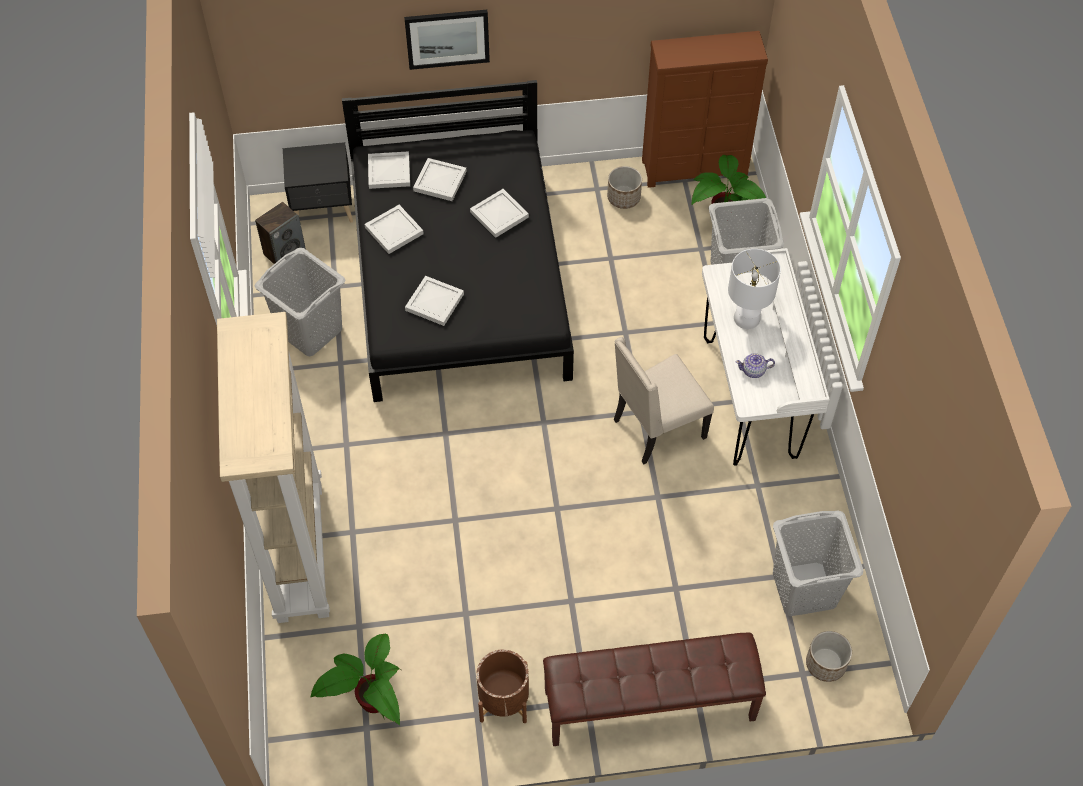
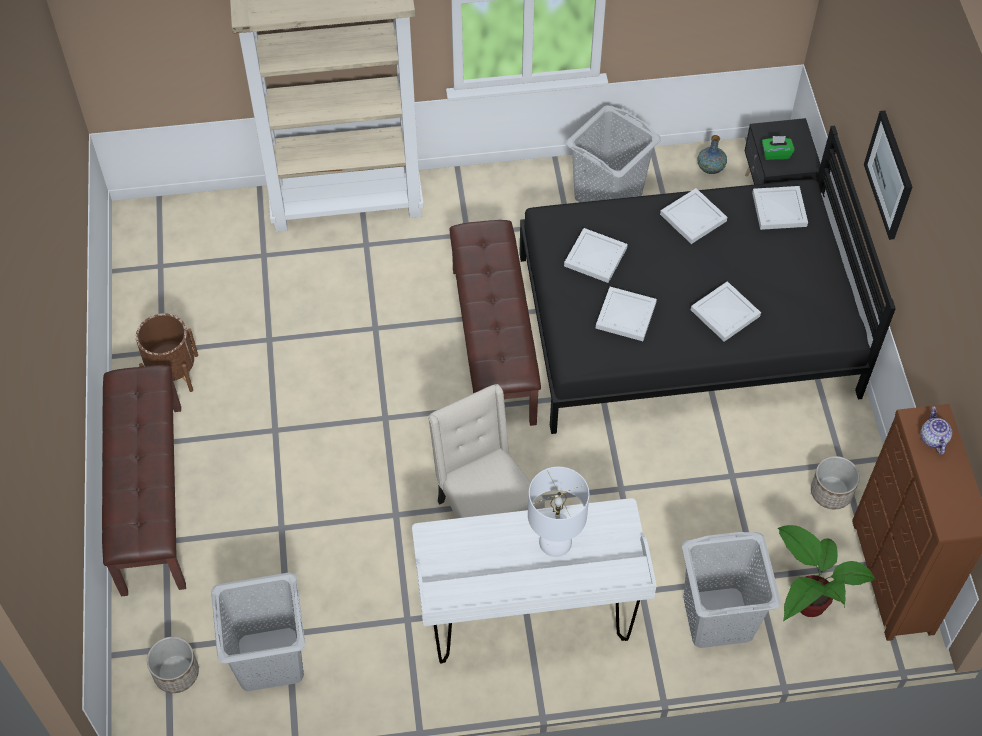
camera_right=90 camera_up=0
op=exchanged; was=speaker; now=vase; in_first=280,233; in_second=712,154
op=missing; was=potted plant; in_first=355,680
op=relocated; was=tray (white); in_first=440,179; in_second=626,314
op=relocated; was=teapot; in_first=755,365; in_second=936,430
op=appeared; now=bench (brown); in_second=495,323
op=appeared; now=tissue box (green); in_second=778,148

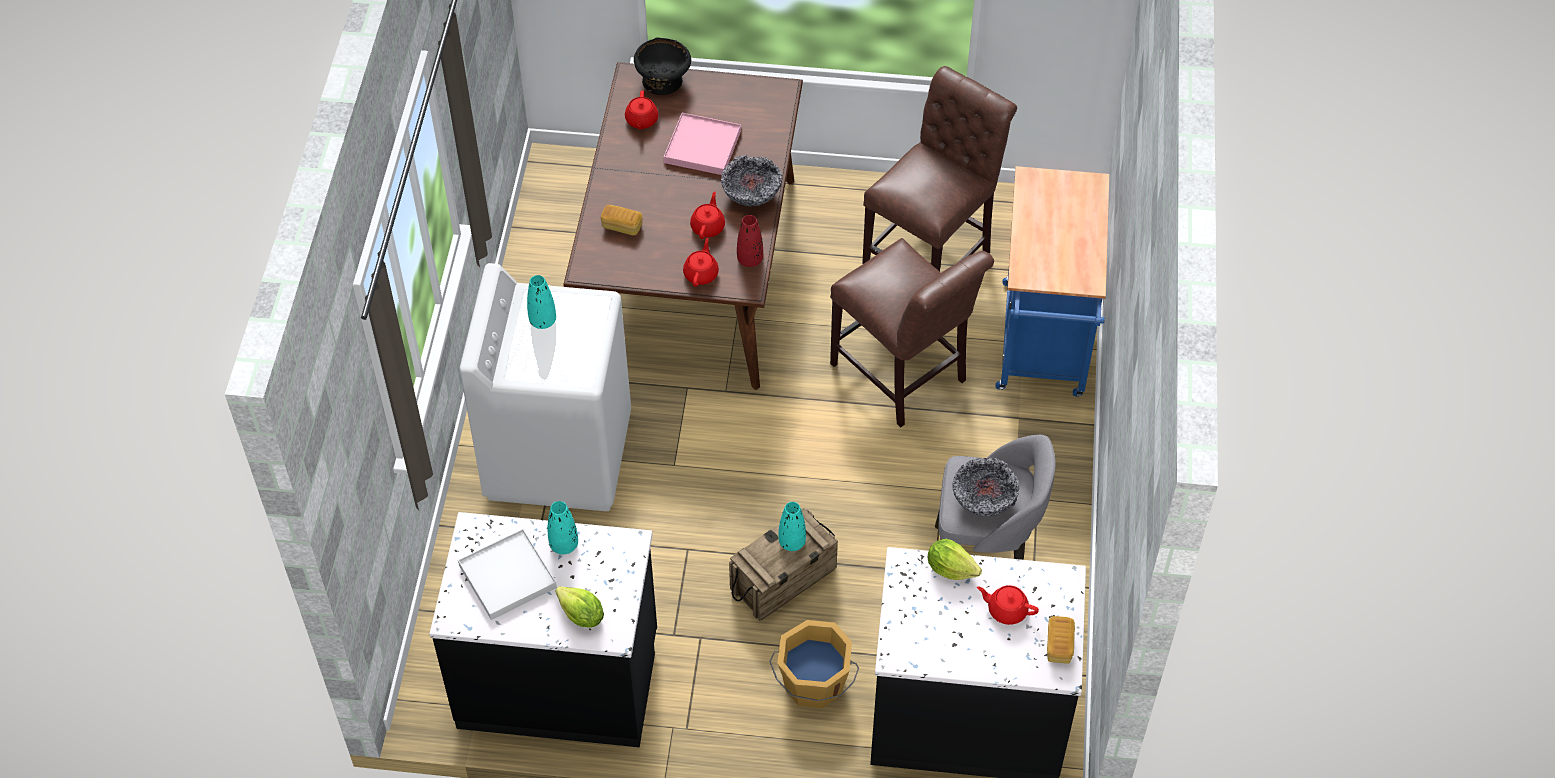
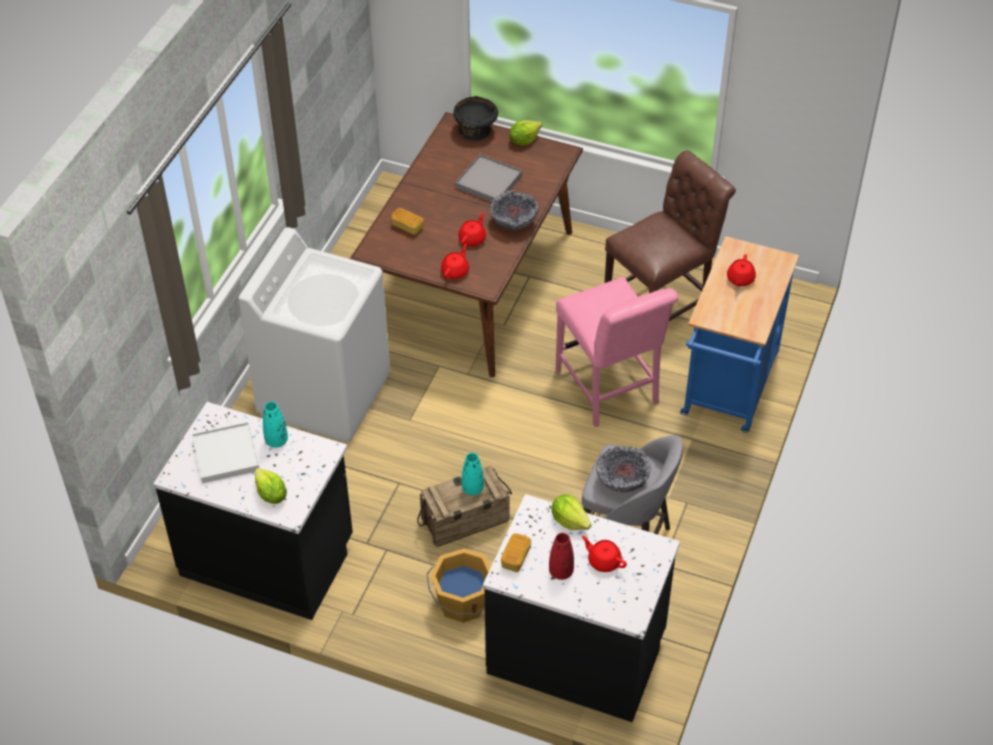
camera_right=15 camera_up=-5
op=missing; was=vase (turquoise); in_first=541,302
op=relocated; was=teapot (red); in_first=641,110; in_second=741,270
op=colour; was=tray (pink); now=tray (grey); in_first=702,144; in_second=488,178
op=relocated; was=vase (red); in_first=750,241; in_second=561,556
op=colour; was=chair (brown); now=chair (pink); in_first=912,332; in_second=617,352
op=relocated; was=bread; in_first=1061,640; in_second=516,552
op=appeared; now=lettuce; in_second=525,133

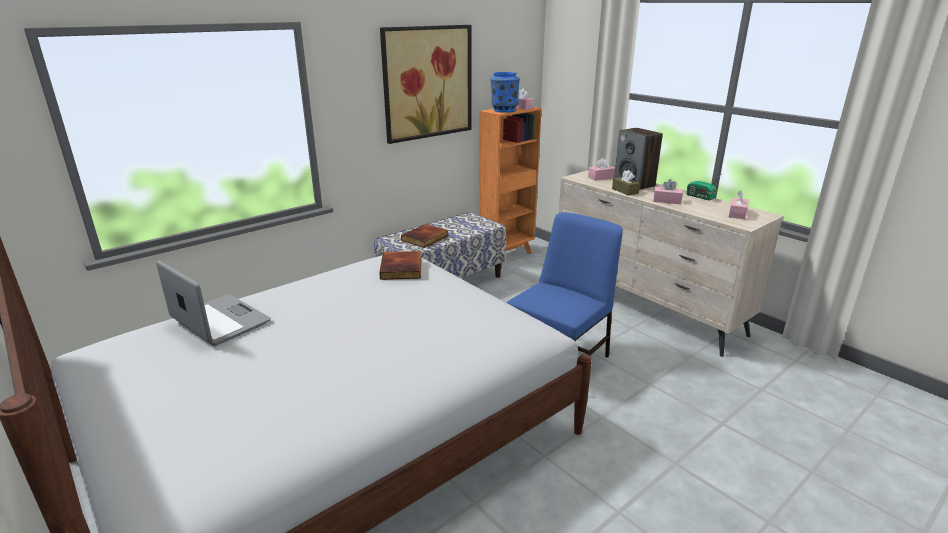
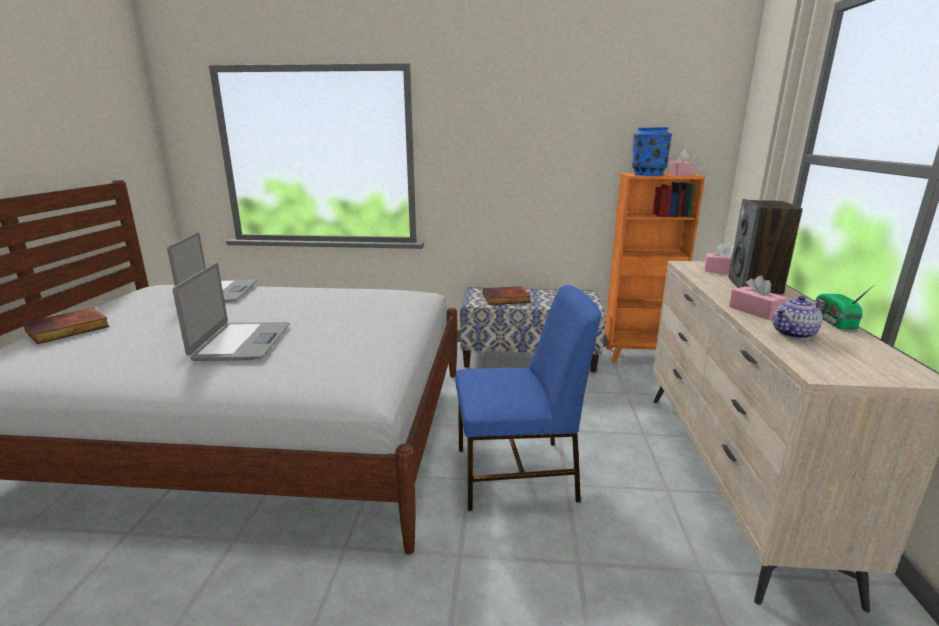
camera_right=45 camera_up=-5
op=relocated; was=book; in_first=400,265; in_second=66,326
op=missing; was=picture; in_first=426,84
op=missing; was=tissue box (brown); in_first=626,183
op=missing; was=tissue box (pink); in_first=739,205
op=appeared; now=laptop; in_second=231,312
op=appeared; now=teapot; in_second=797,317

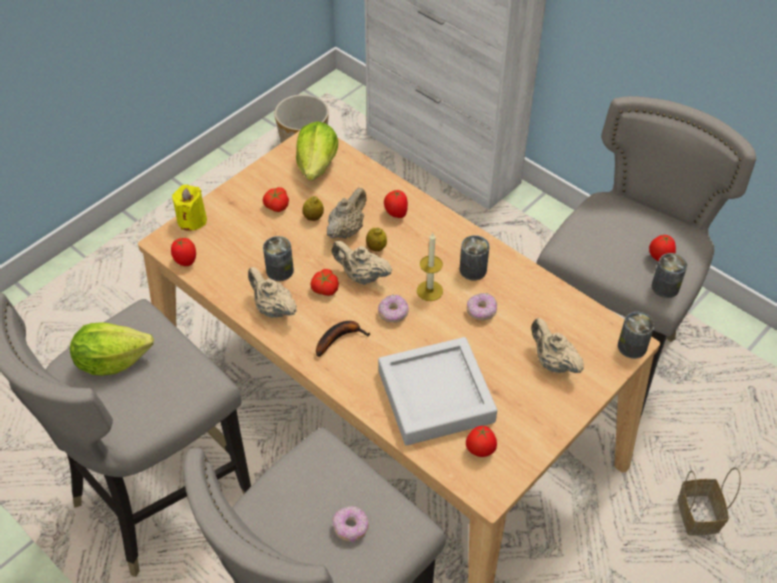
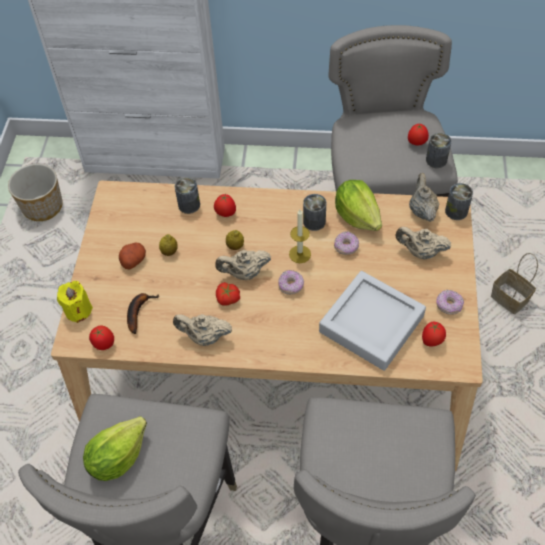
camera_right=-35 camera_up=5
op=exchanged; was=tomato; now=potato; in_first=276,199; in_second=132,255
op=relocated; was=can; in_first=278,258; in_second=187,195
op=relocated; was=lettuce; in_first=317,151; in_second=358,205
op=relocated; was=banana; in_first=343,339; in_second=143,313
op=relocated; was=teapot (beige); in_first=347,213; in_second=424,197
op=relocated; was=donut; in_first=351,524; in_second=450,302

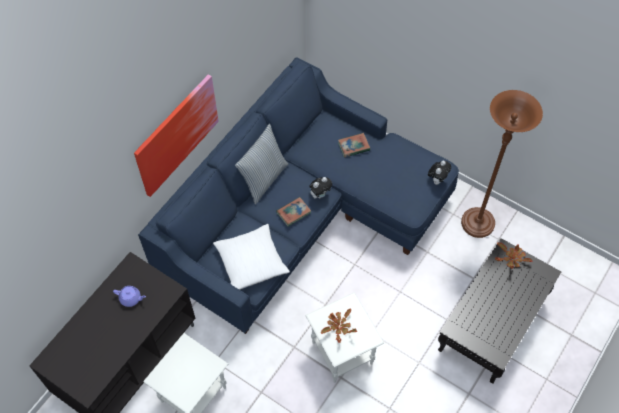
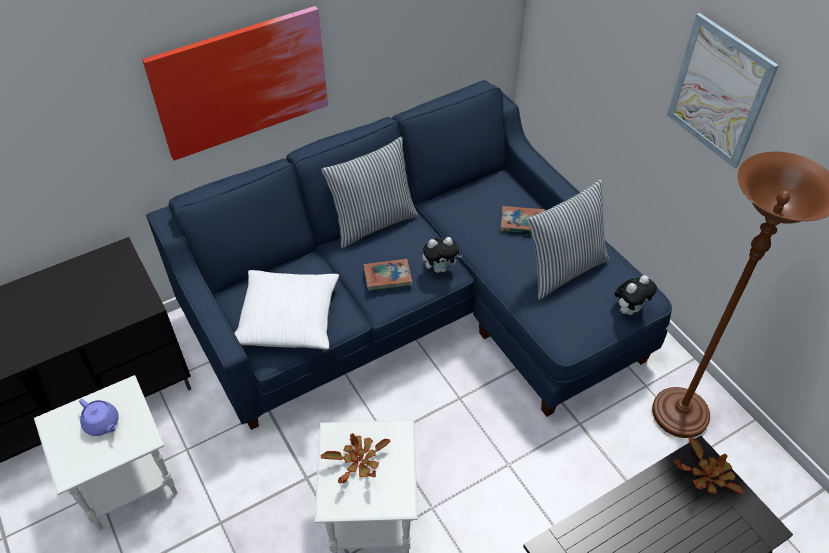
camera_right=25 camera_up=-10
op=relocated; was=teapot (purple); in_first=129,296; in_second=99,417
op=appeared; now=pillow; in_second=568,239
op=appeared; now=picture; in_second=723,91

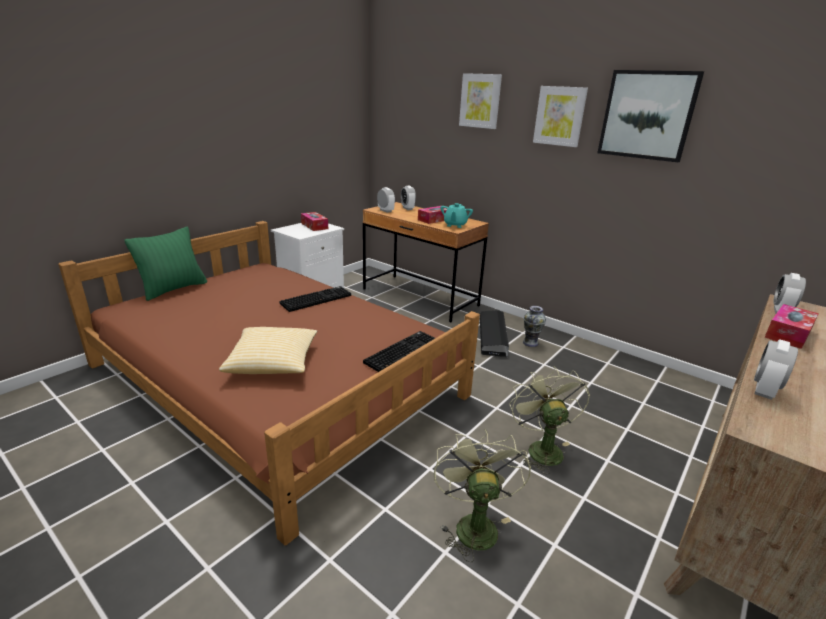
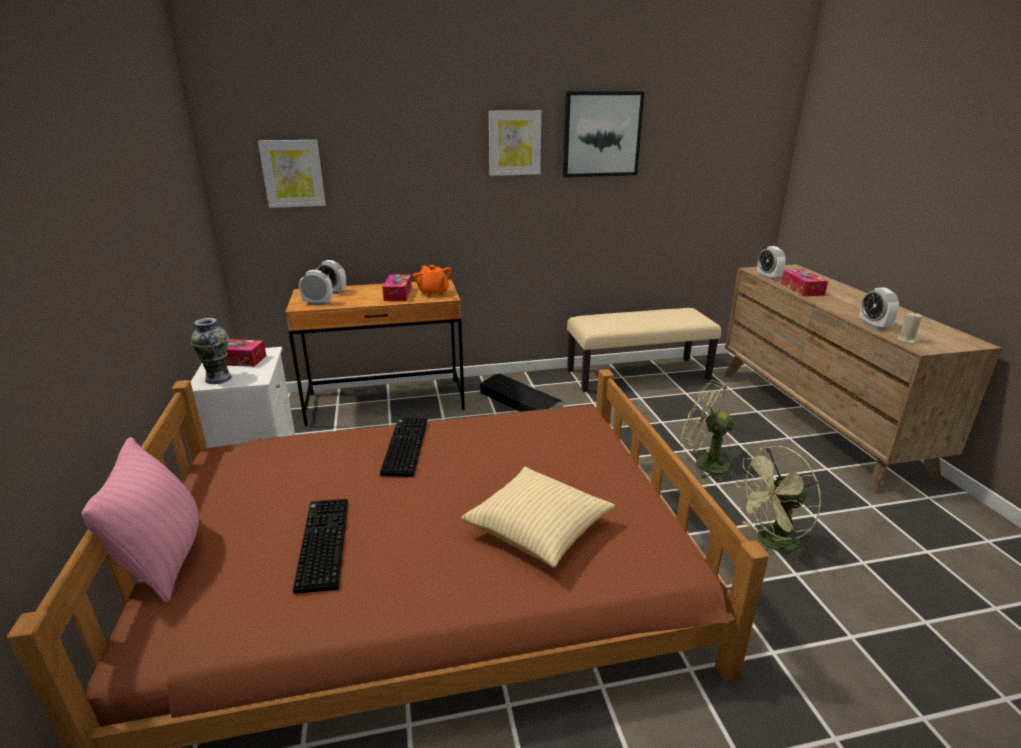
camera_right=-50 camera_up=0
op=colour; was=pillow (green); now=pillow (pink); in_first=166,264; in_second=140,520
op=relocated; was=keyboard; in_first=399,351; in_second=320,546
op=spun; was=fan (green); in_first=482,495; in_second=778,503; clockwise=-60
op=colour; was=teapot (turquoise); now=teapot (orange); in_first=456,215; in_second=432,281
op=relocated; was=picture; in_first=480,101; in_second=292,174
op=relocated; was=vase; in_first=534,326; in_second=211,351
op=appeared; now=bench (beige); in_second=644,350
op=appeared; now=candle (beige); in_second=909,328

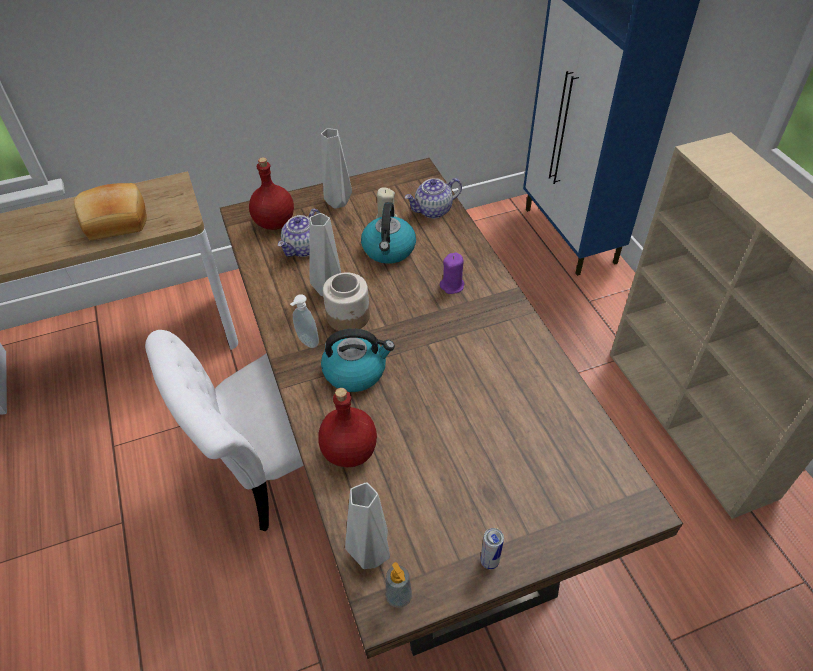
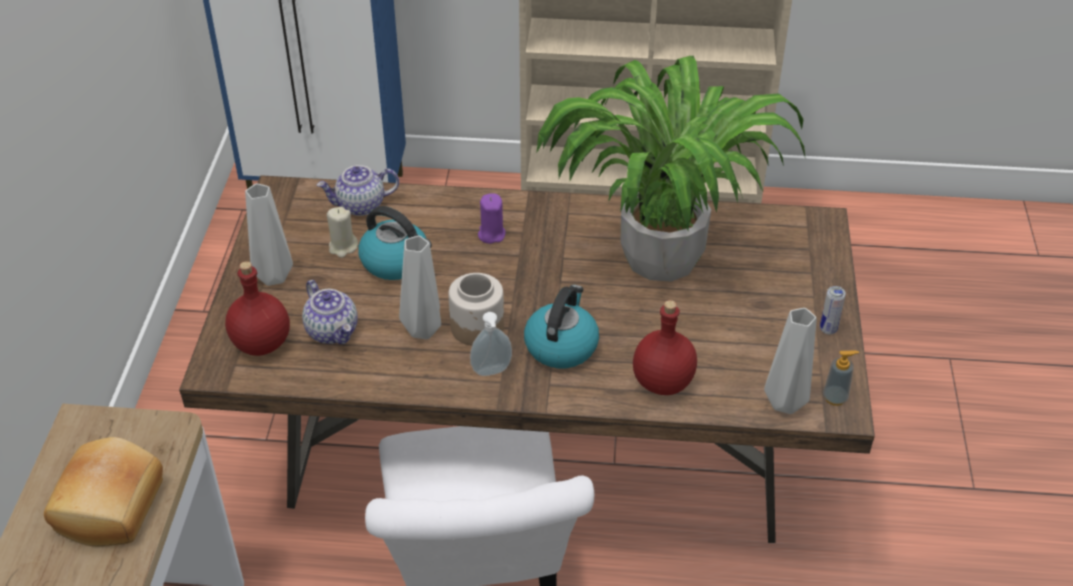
camera_right=-65 camera_up=-5
op=spun; was=teapot; in_first=433,198; in_second=358,190; clockwise=75
op=appeared; now=potted plant; in_second=670,169

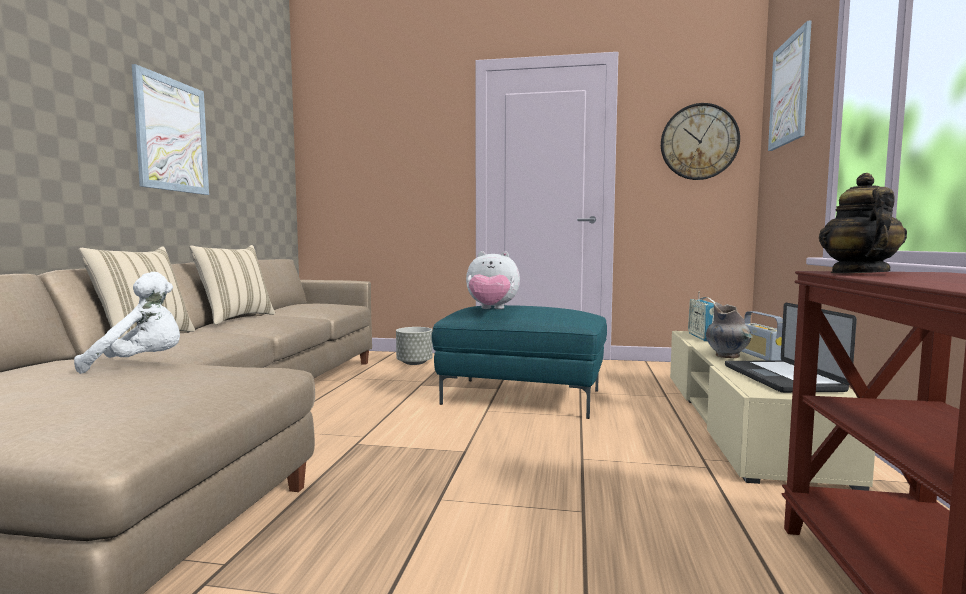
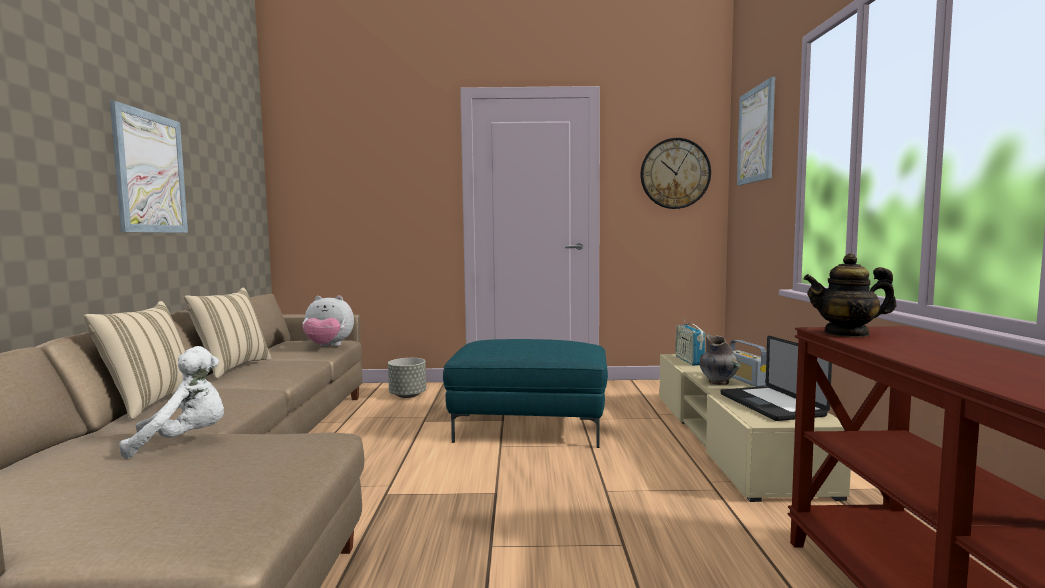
camera_right=-10 camera_up=0
op=relocated; was=plush toy; in_first=493,280; in_second=328,320
op=spun; was=teapot; in_first=863,223; in_second=850,295; clockwise=-90

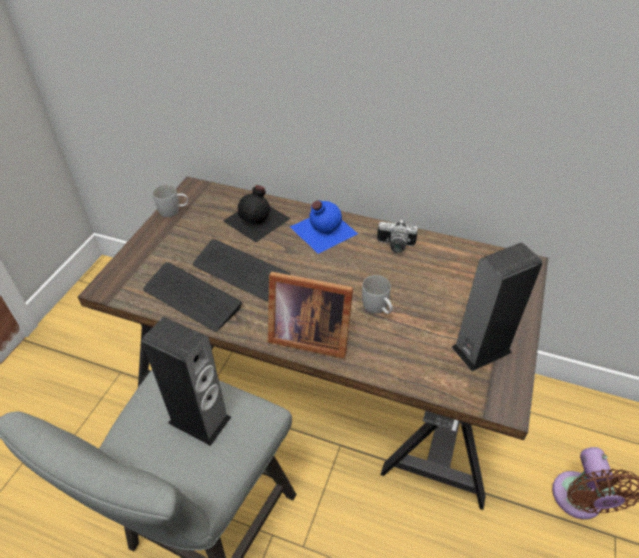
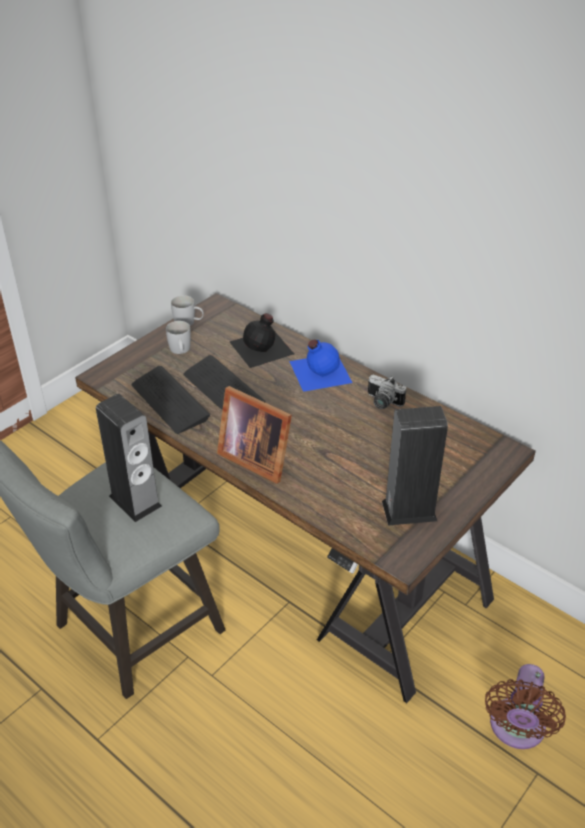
camera_right=20 camera_up=-5
op=relocated; was=mug (white); in_first=377,294; in_second=178,337

